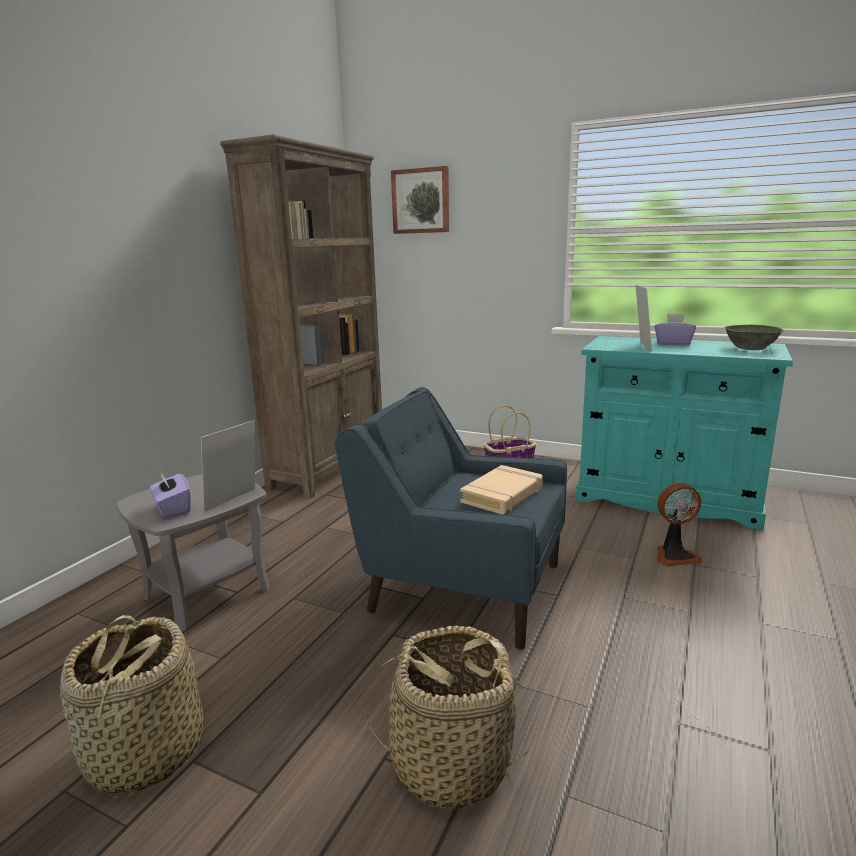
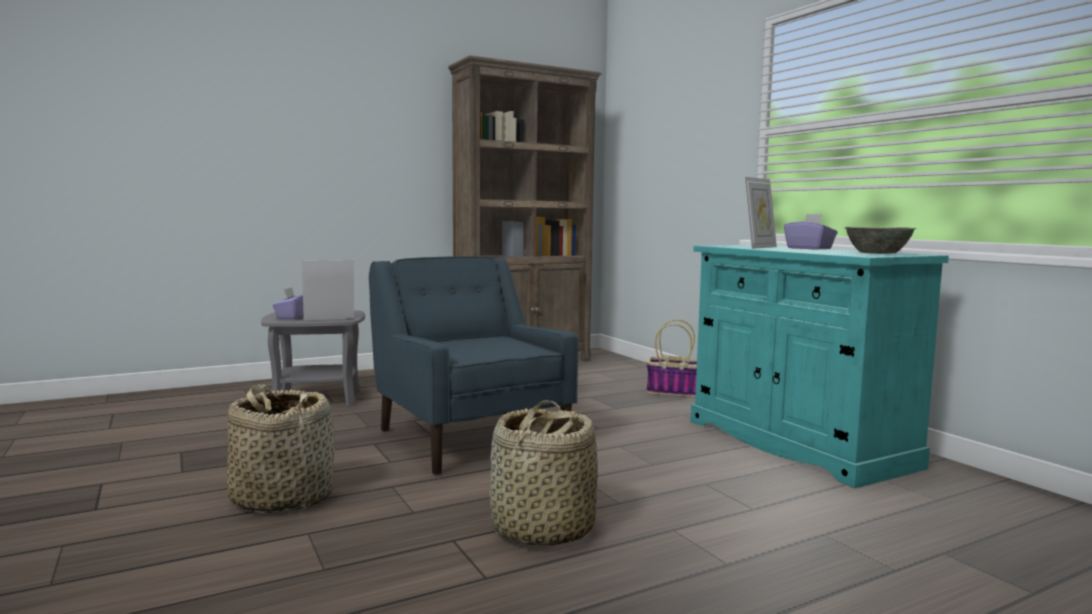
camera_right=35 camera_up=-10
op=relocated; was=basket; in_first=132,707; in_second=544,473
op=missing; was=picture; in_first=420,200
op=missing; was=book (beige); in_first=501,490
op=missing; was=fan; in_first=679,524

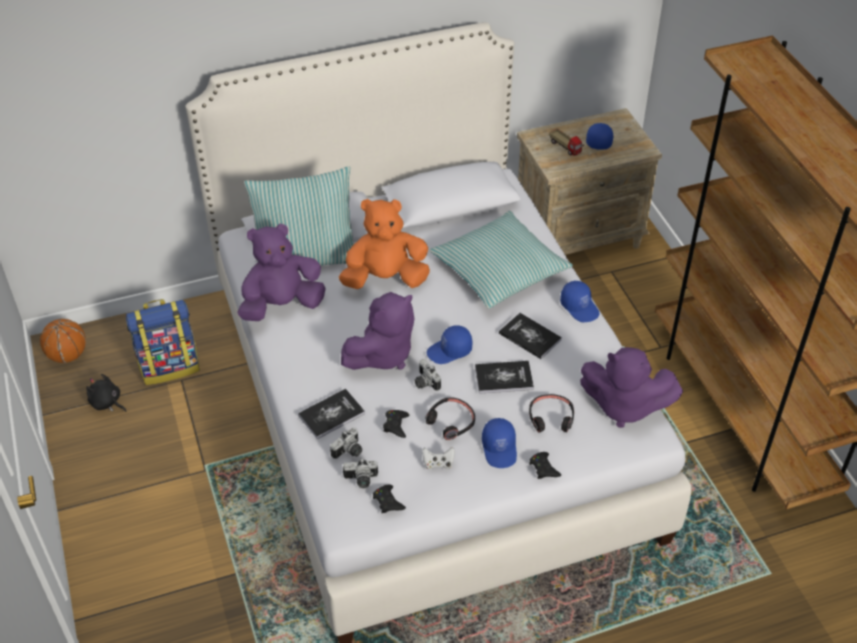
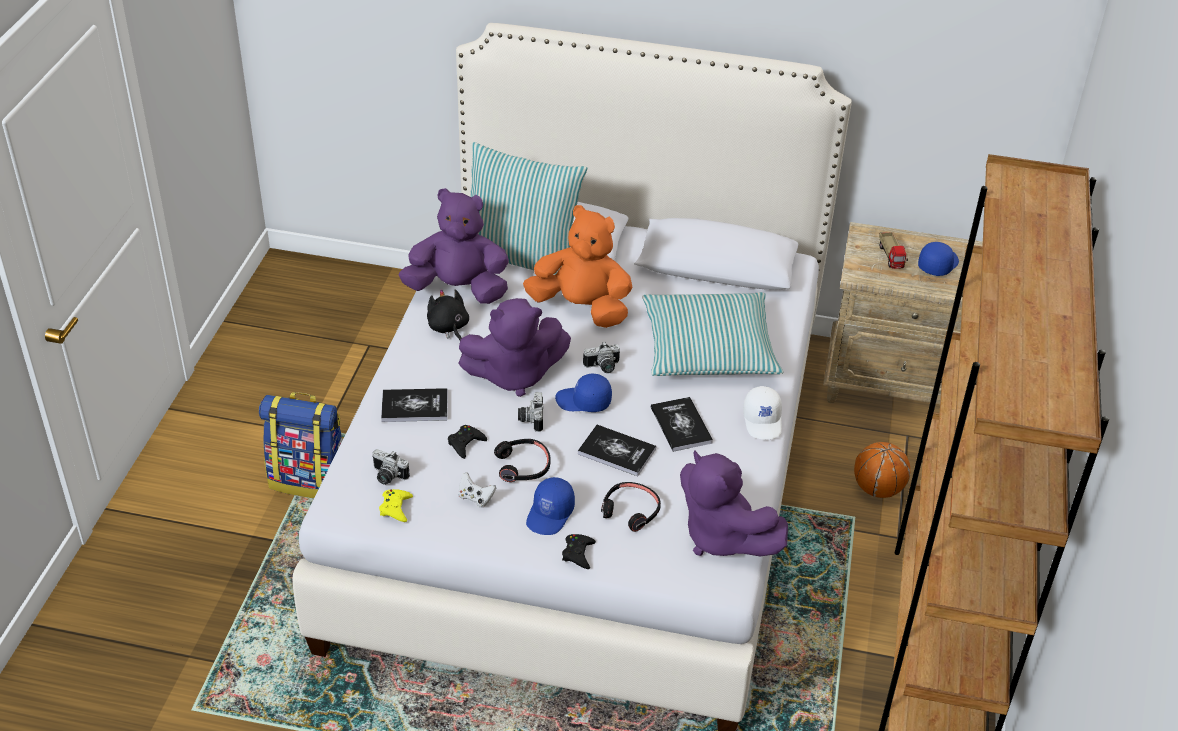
camera_right=30 camera_up=-5
op=relocated; was=basketball; in_first=63,341; in_second=882,470
op=relocated; was=plush toy (black); in_first=106,393; in_second=448,314
op=relocated; was=backpack; in_first=163,342; in_second=300,445
op=relocated; was=photo camera; in_first=346,443; in_second=601,357
op=colour; was=game controller (black); now=game controller (yellow); in_first=389,499; in_second=396,505
op=colour; was=cap (blue); now=cap (white); in_first=580,301; in_second=762,413

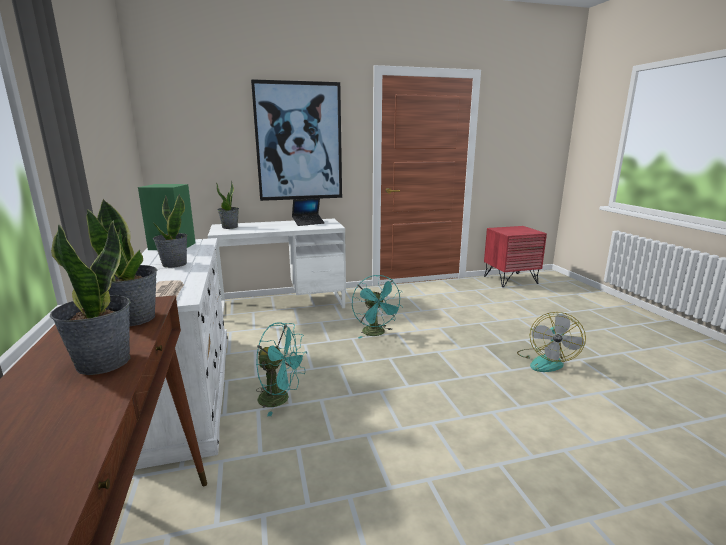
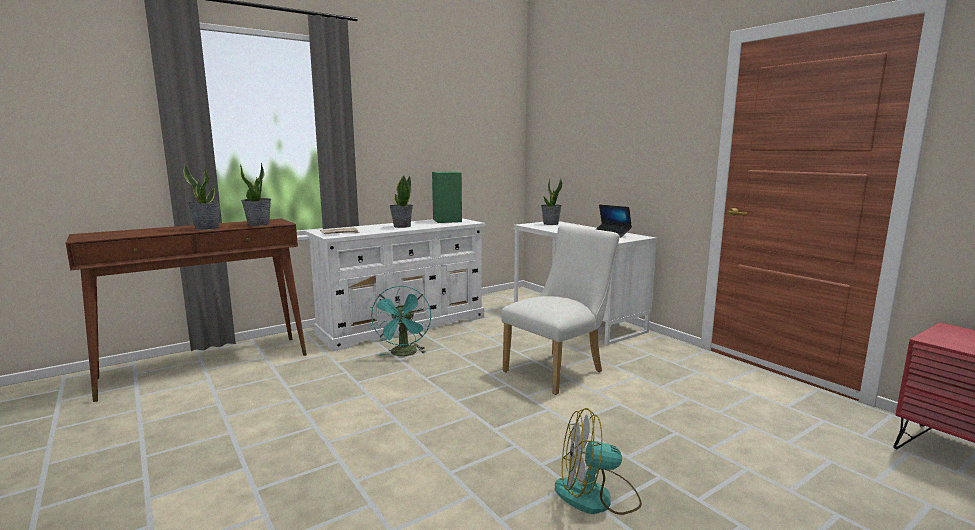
camera_right=70 camera_up=-5
op=missing; was=picture; in_first=296,140
op=exchanged; was=fan (turquoise); now=chair (white); in_first=377,307; in_second=560,310

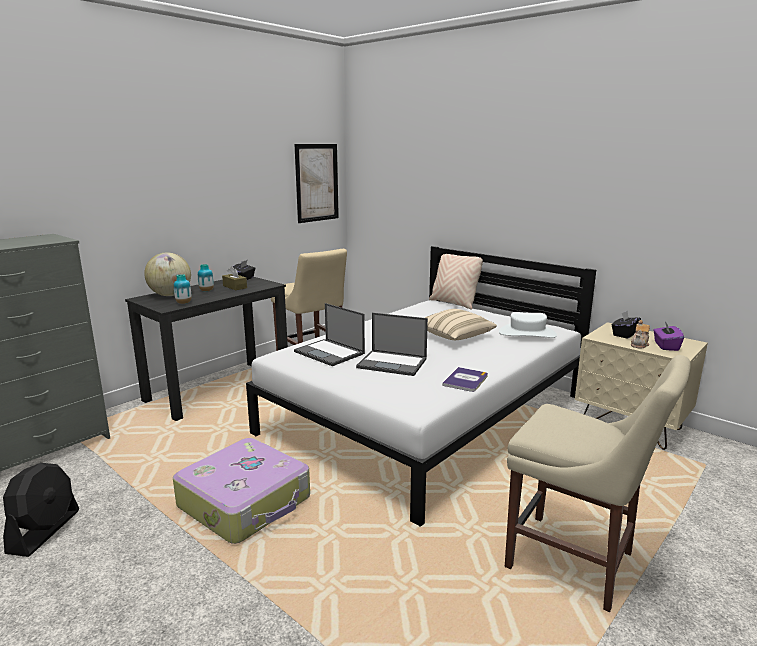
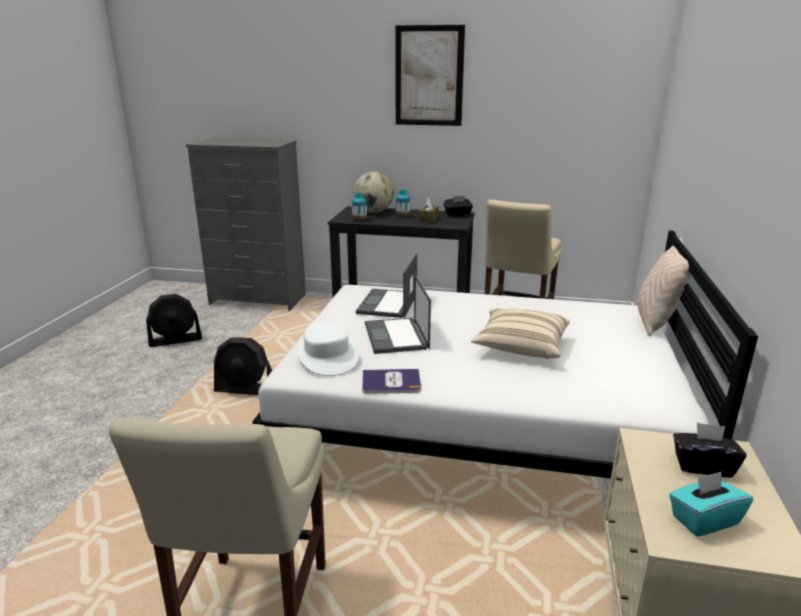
camera_right=60 camera_up=5
op=exchanged; was=suitcase; now=fan (black); in_first=241,491; in_second=243,366
op=relocated; was=picture; in_first=316,183; in_second=430,75
op=relocated; was=hat (white); in_first=528,325; in_second=327,349
op=missing; was=teapot; in_first=640,334
op=colour; was=tissue box (purple); now=tissue box (turquoise); in_first=668,336; in_second=711,503

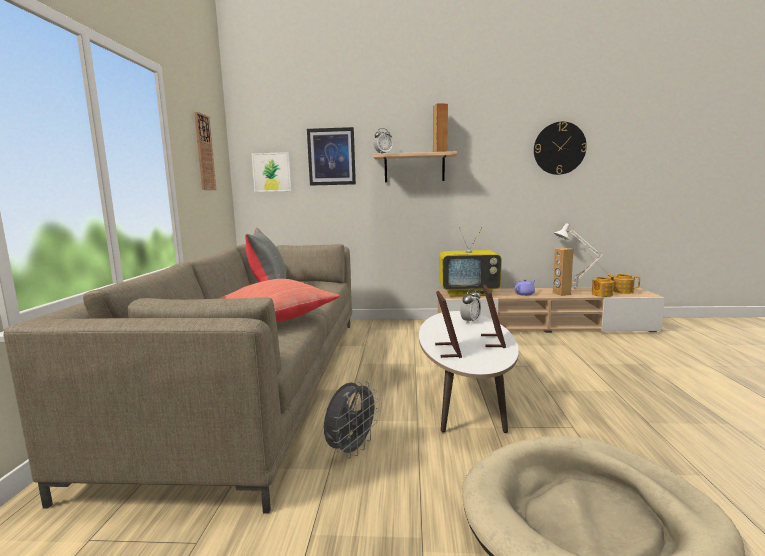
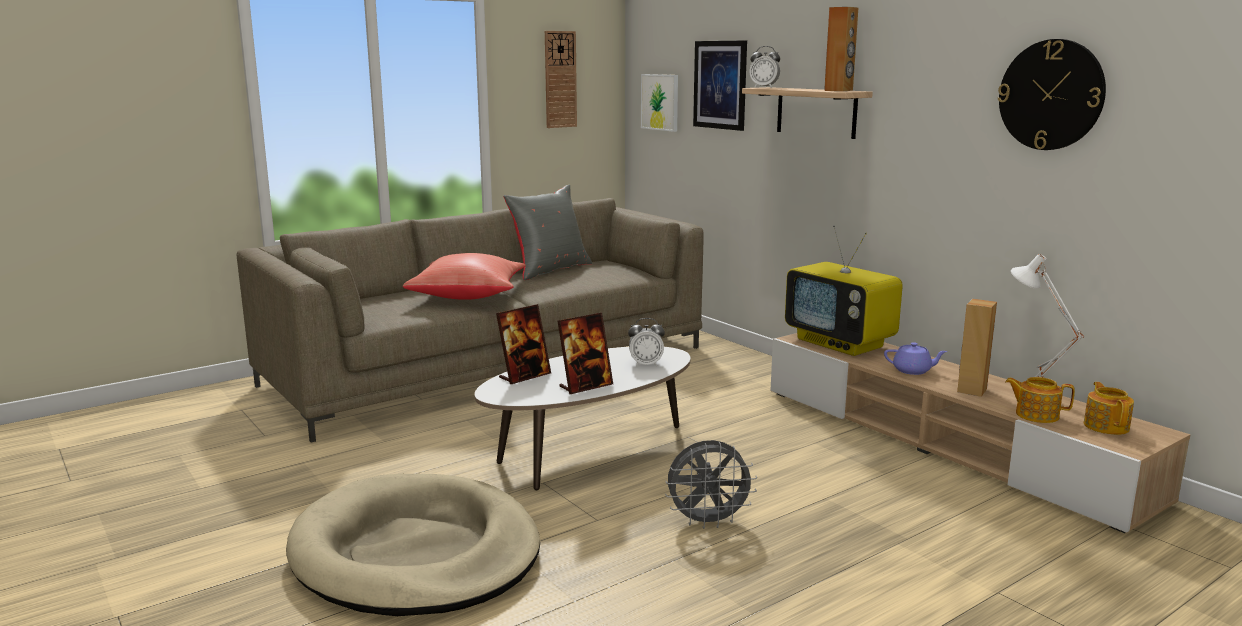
camera_right=50 camera_up=5
op=relocated; was=fan (grey); in_first=352,420; in_second=711,484

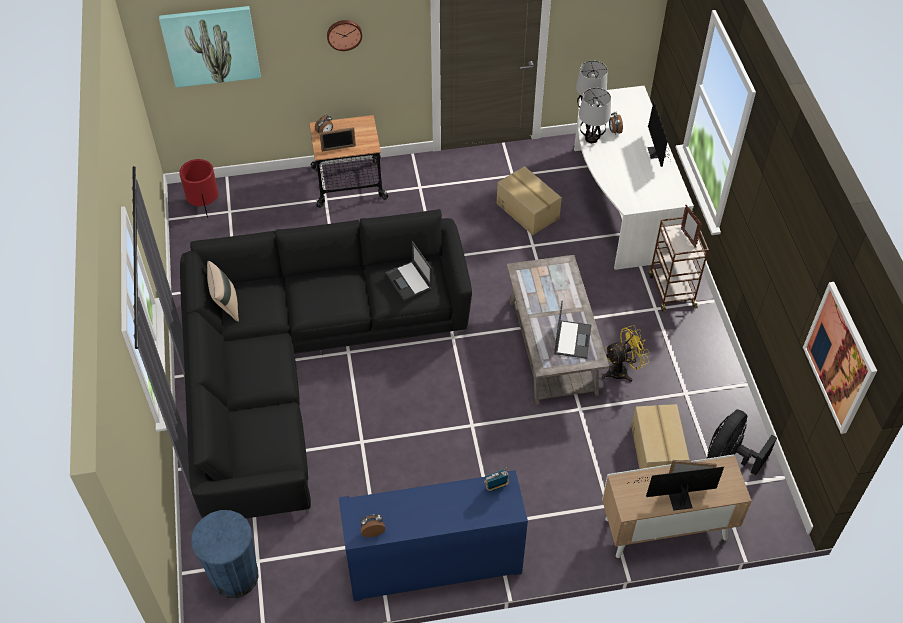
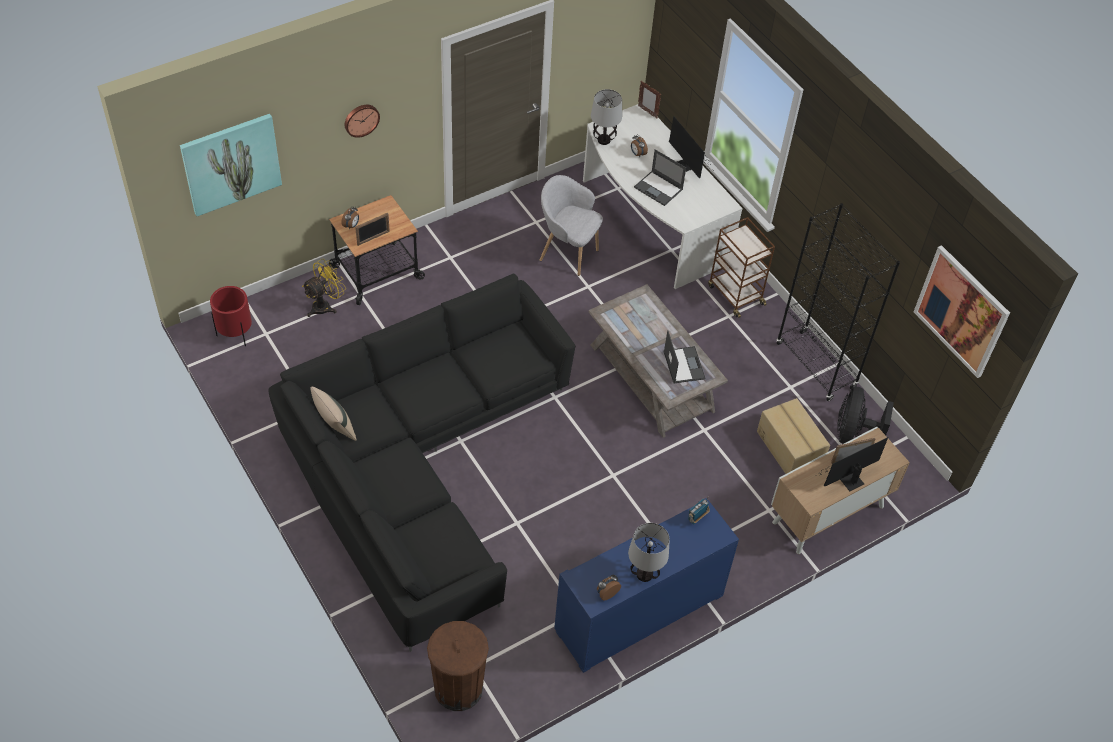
camera_right=-25 camera_up=0
op=colour; was=trash can (blue); now=trash can (brown); in_first=225,554; in_second=458,666
op=relocated; was=laptop; in_first=409,271; in_second=660,177
op=exchanged; was=cardboard box; now=armchair (grey); in_first=529,200; in_second=571,225
op=relocated; was=table lamp; in_first=595,115; in_second=649,552
op=relocated; was=fan (yellow); in_first=626,353; in_second=324,288
op=relocated; was=picture frame; in_first=691,226; in_second=649,100
op=appeared; now=bookcase (black); in_second=838,302

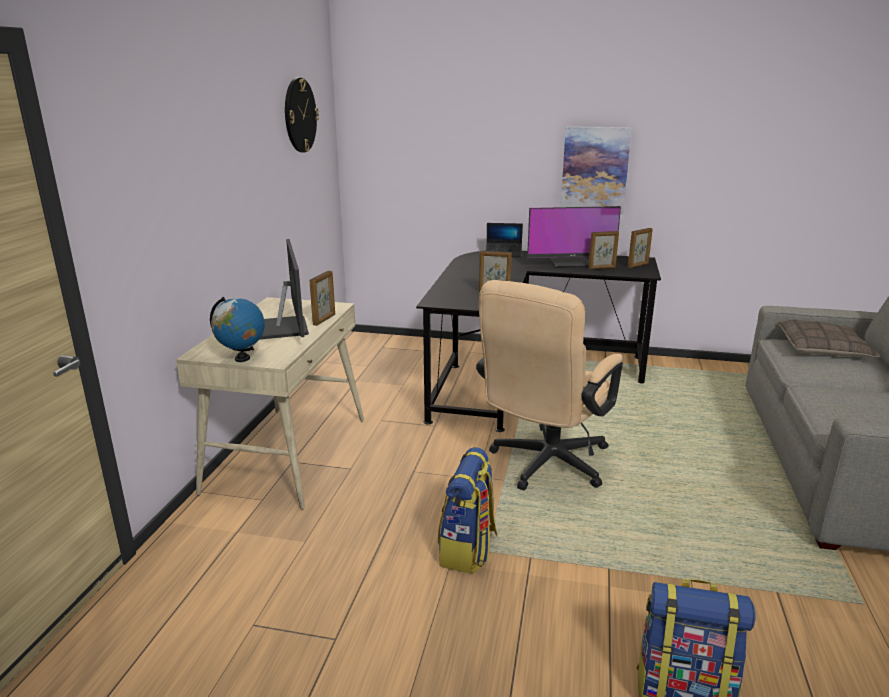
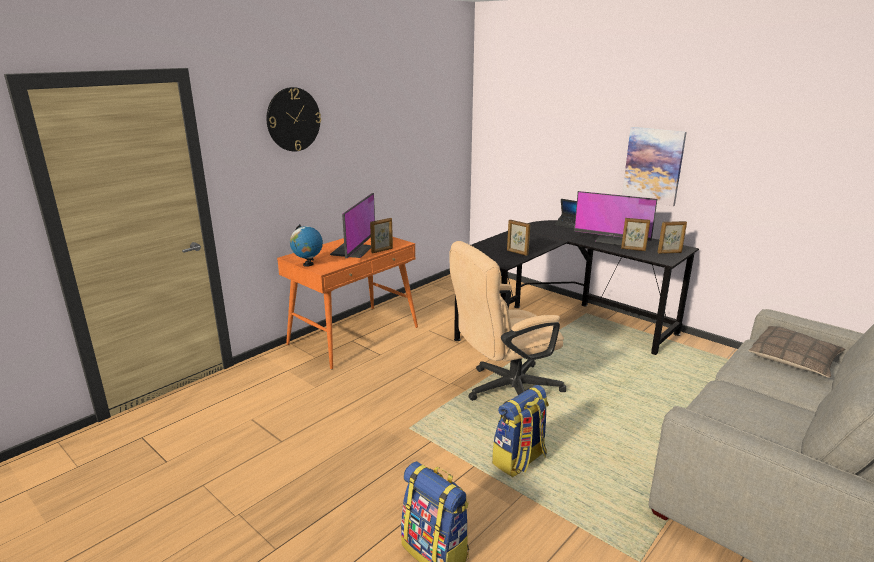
camera_right=30 camera_up=0
op=colour; was=desk (beige); now=desk (orange); in_first=270,403; in_second=347,303
op=relocated; was=wall clock; in_first=302,115; in_second=294,119
op=relocated; was=backpack; in_first=467,510; in_second=520,431

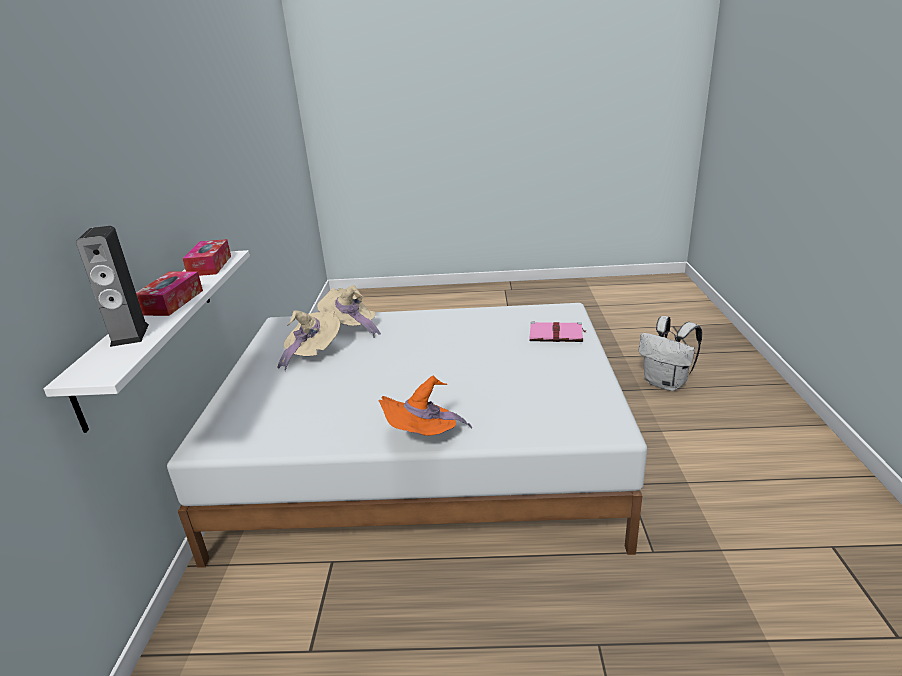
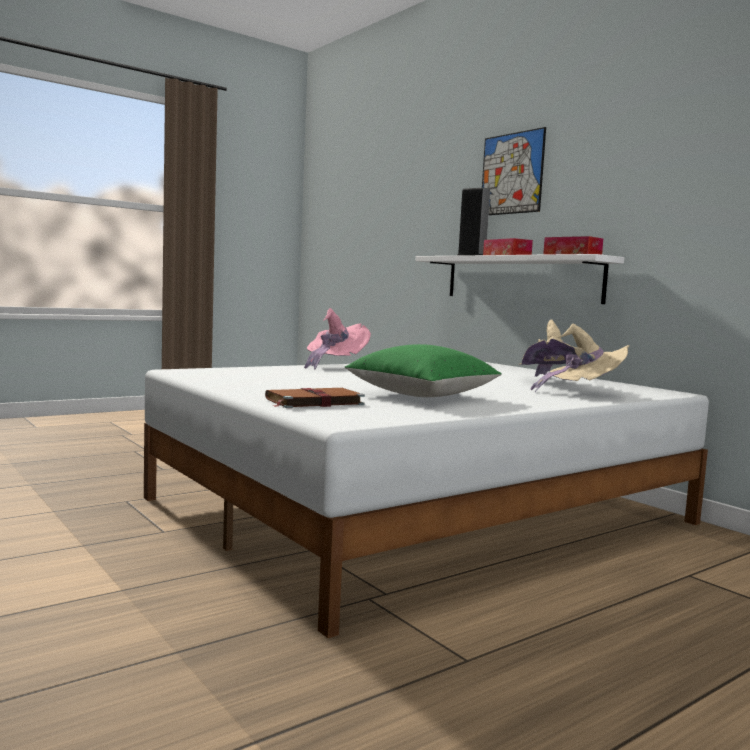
camera_right=140 camera_up=-20
op=colour; was=hat (orange); now=hat (pink); in_first=425,406; in_second=337,339
op=colour; was=book (pink); now=book (brown); in_first=558,332; in_second=315,398
op=missing; was=backpack (white); in_first=670,353
op=appeared; now=pillow (green); in_second=423,370
op=appeared; now=picture; in_second=514,171

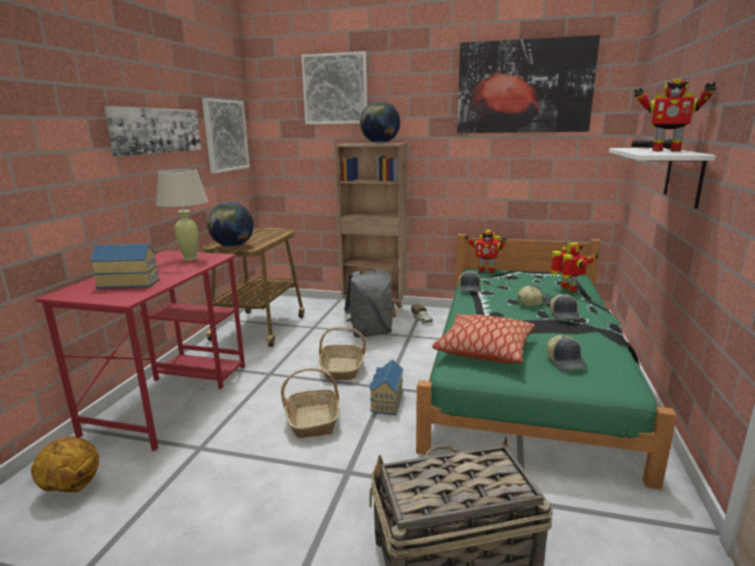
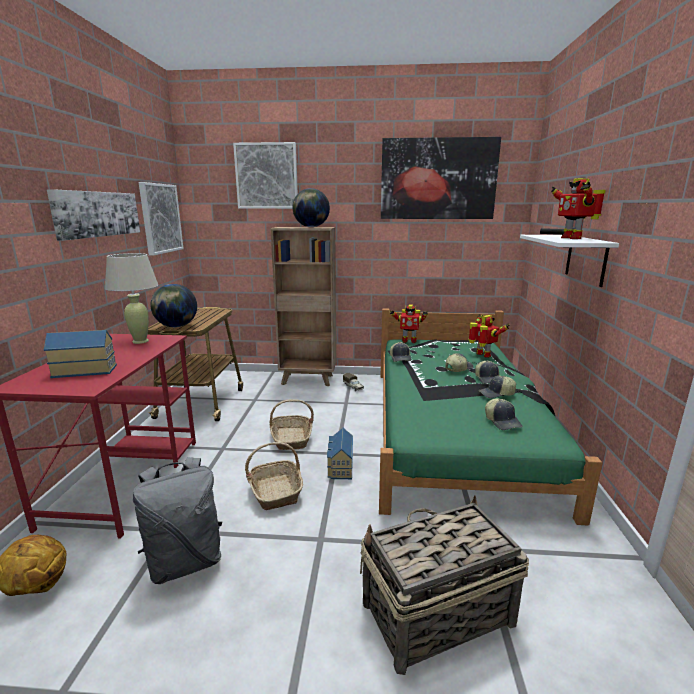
camera_right=-10 camera_up=0
op=relocated; was=backpack (grey); in_first=368,302; in_second=177,520
op=missing; was=pillow; in_first=483,338
op=spun; was=toy robot; in_first=675,115; in_second=578,208; clockwise=60
op=appeared; now=cap; in_second=497,387

